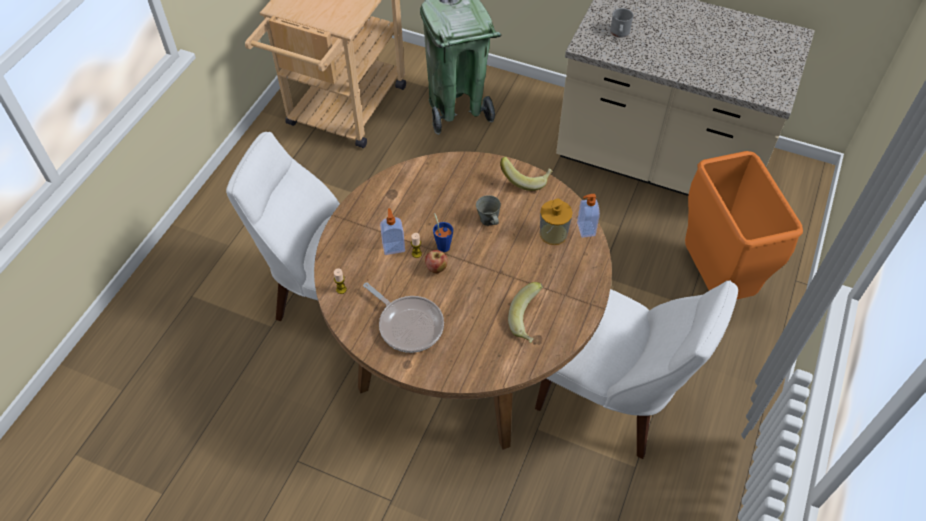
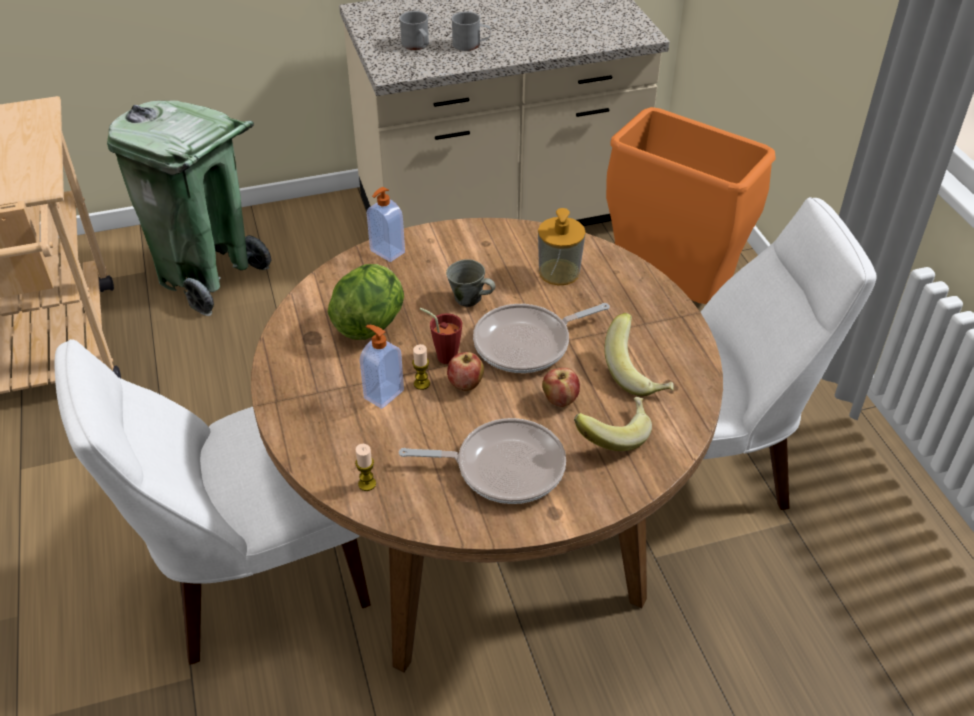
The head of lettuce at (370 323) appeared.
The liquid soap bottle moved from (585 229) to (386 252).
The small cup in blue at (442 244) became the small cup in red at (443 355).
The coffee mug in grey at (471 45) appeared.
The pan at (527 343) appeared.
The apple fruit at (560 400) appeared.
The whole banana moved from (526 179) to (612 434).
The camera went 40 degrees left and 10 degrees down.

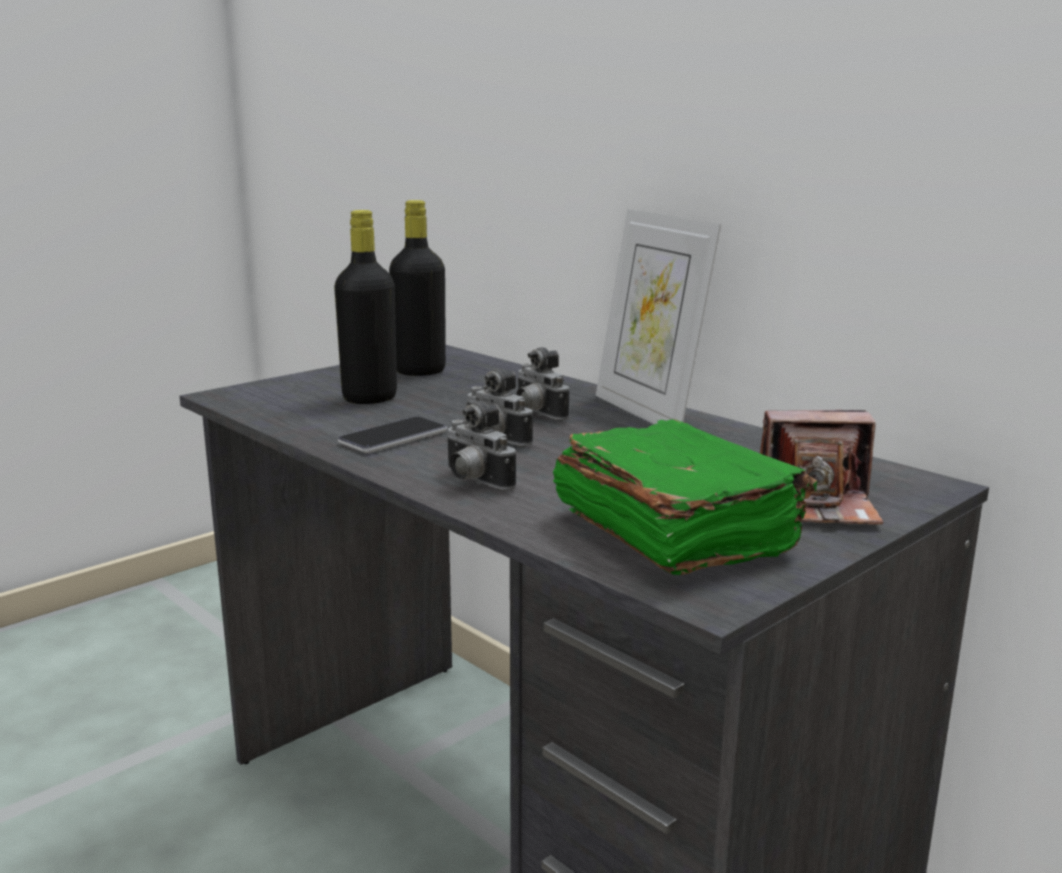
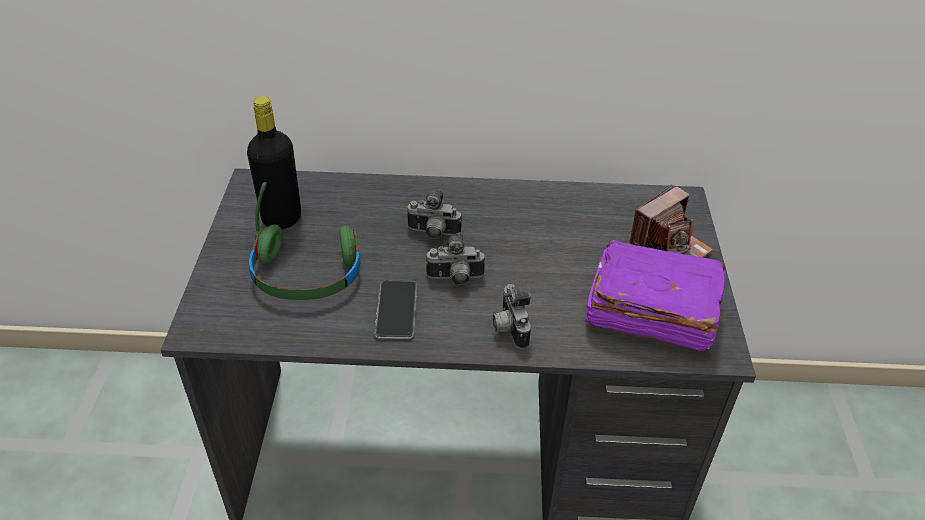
The drink bottle in blackish at (369 398) was replaced by the headset in green-coloured at (307 273).
The still camera at (473 482) turned 75 degrees clockwise.
The volume in green-coloured at (673 533) became the volume in purplish at (649 312).
The standing frame at (648 412) disappeared.
The camera went 45 degrees left and 25 degrees up.

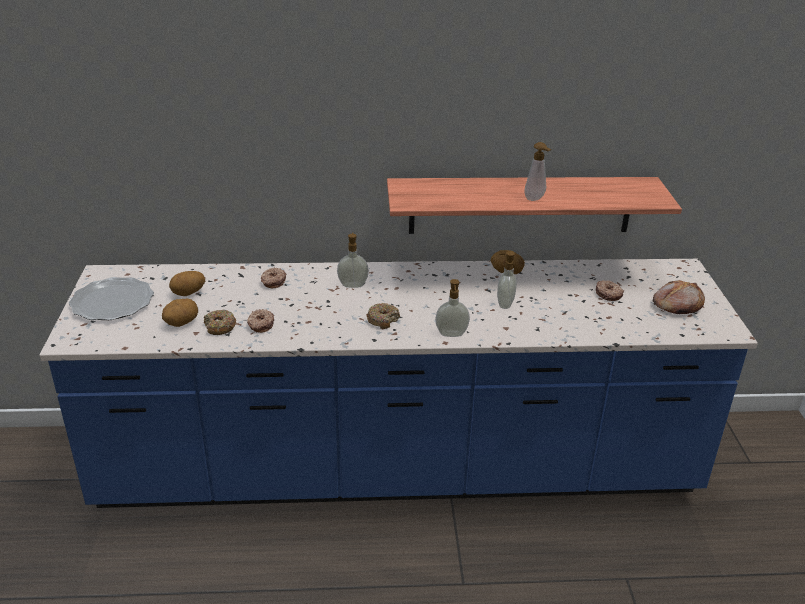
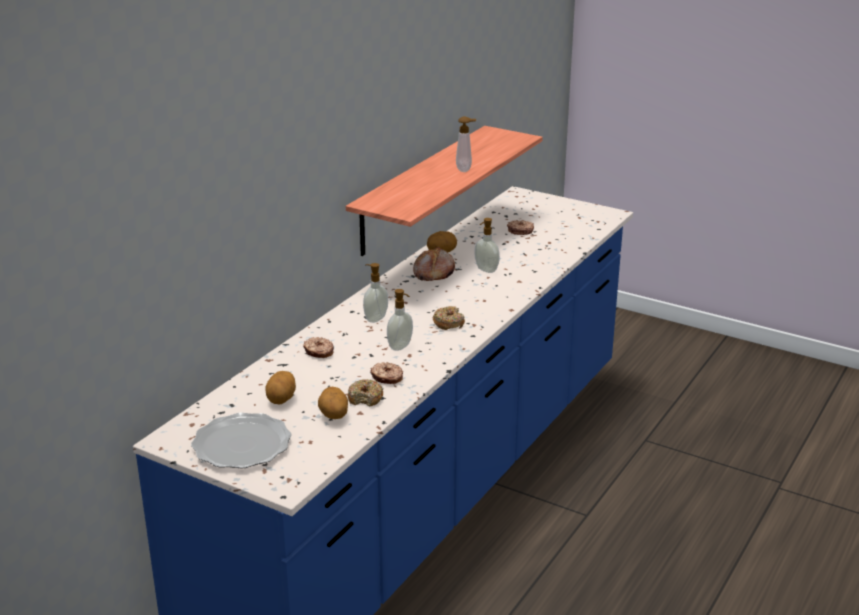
The liquid soap bottle moved from (451 334) to (401 346).
The baked bread moved from (676 305) to (433 273).
The camera went 55 degrees left and 5 degrees down.

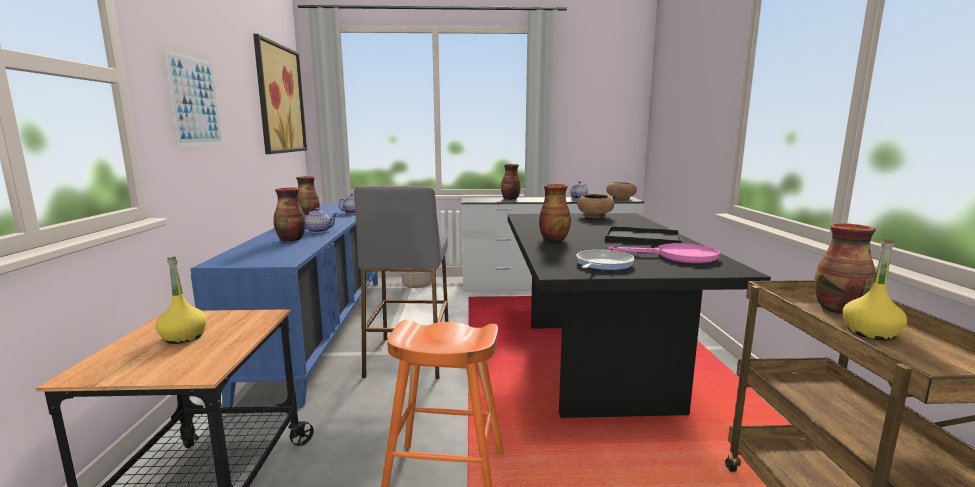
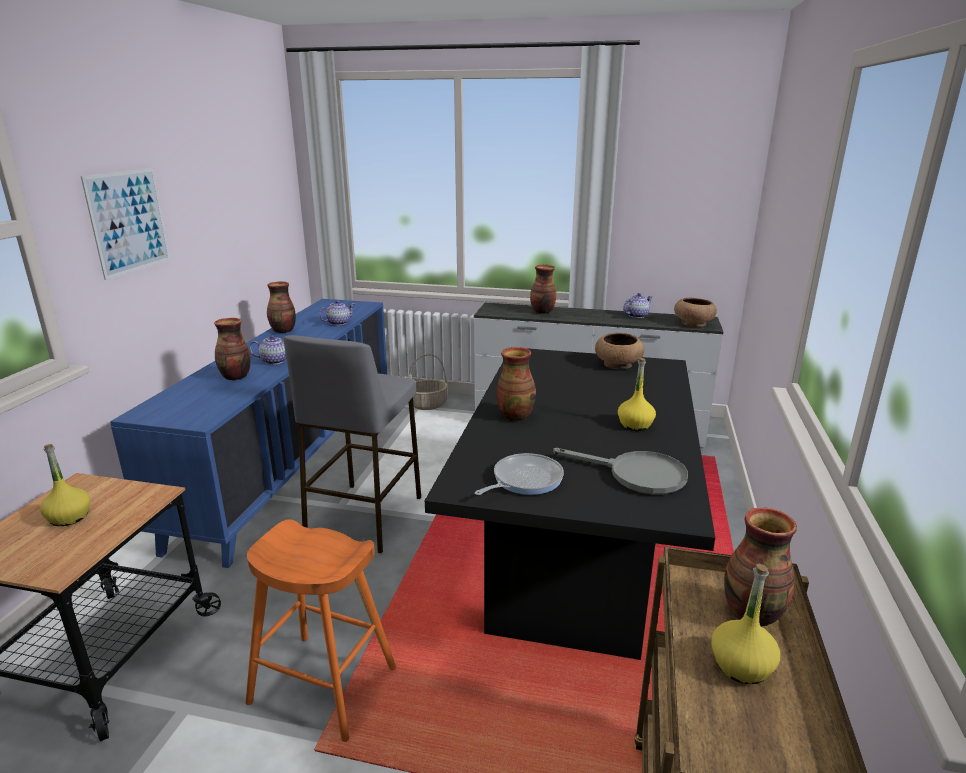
The pan in pinkish at (677 256) became the pan in grey at (636 475).
The tray in blackish at (644 238) was replaced by the drink bottle in yellowish at (635 425).
The picture at (280 99) disappeared.
The camera went 15 degrees right and 10 degrees up.

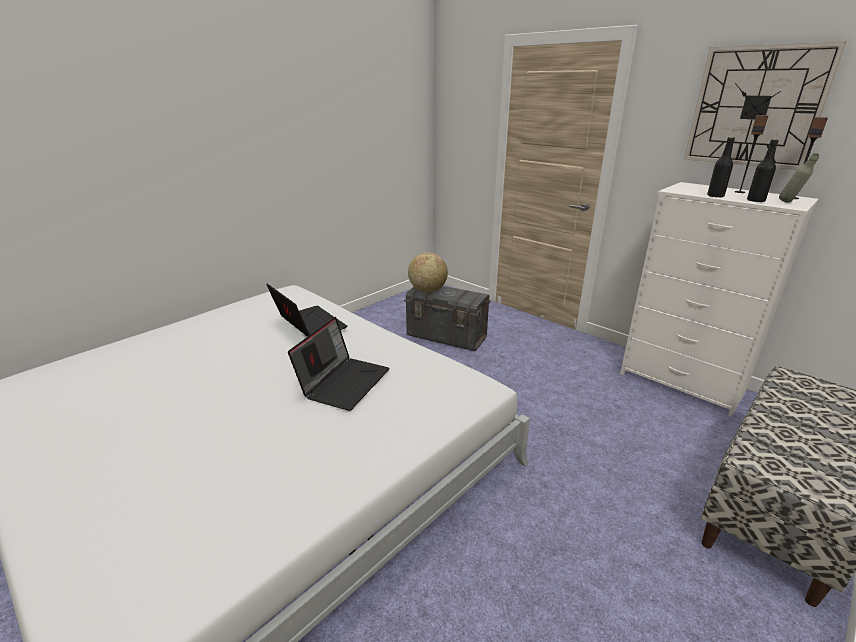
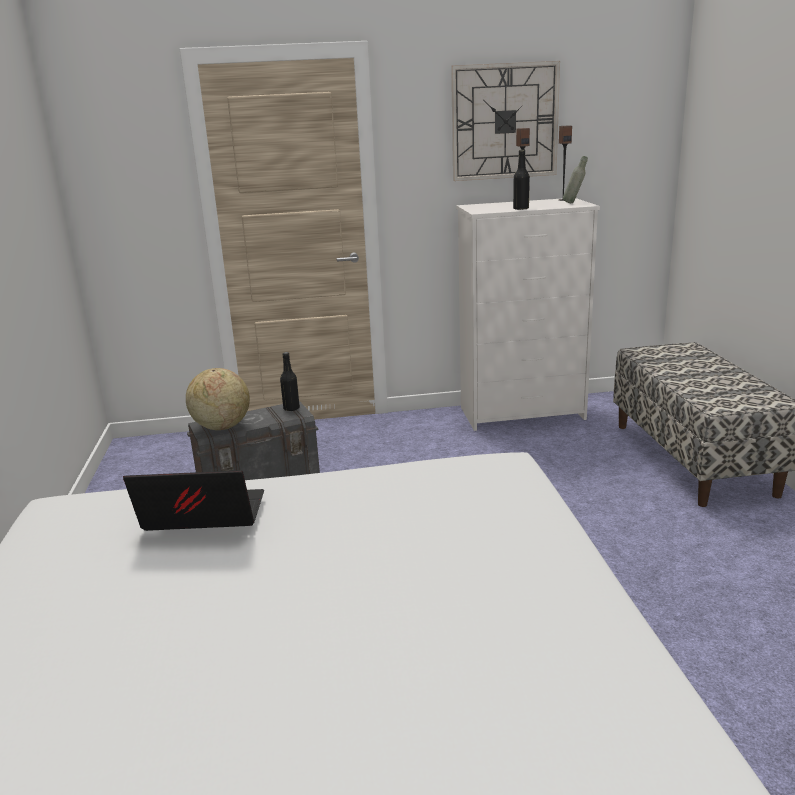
The drink bottle in blackish moved from (755 201) to (291 408).
The portable computer at (344 382) disappeared.
The camera went 50 degrees left and 5 degrees down.

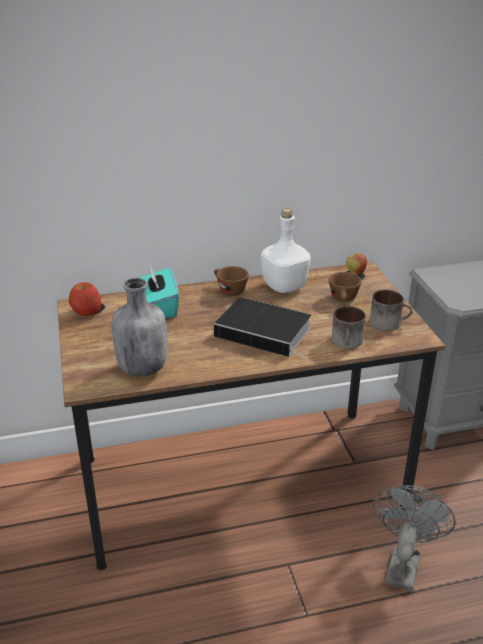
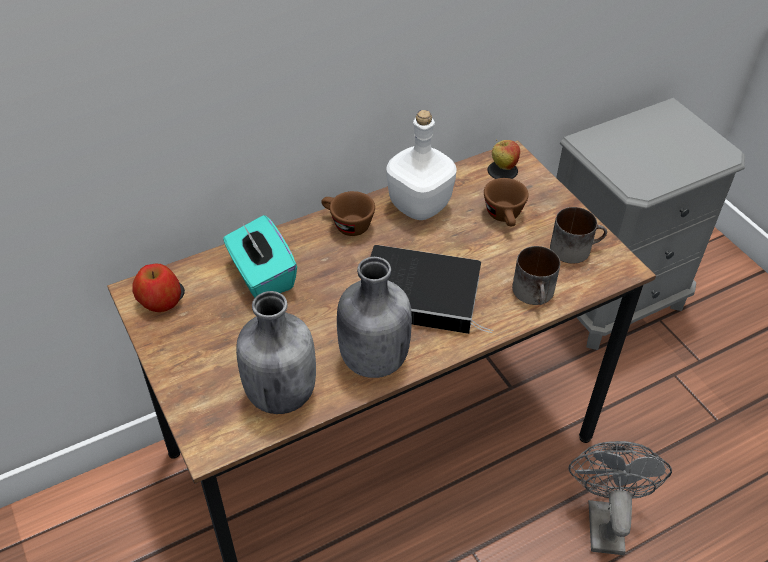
The drink bottle in grey at (372 360) appeared.
The camera went 15 degrees left and 15 degrees up.

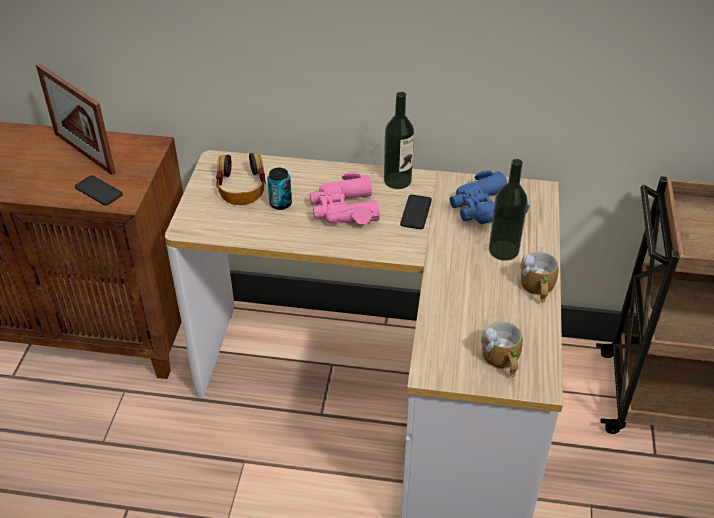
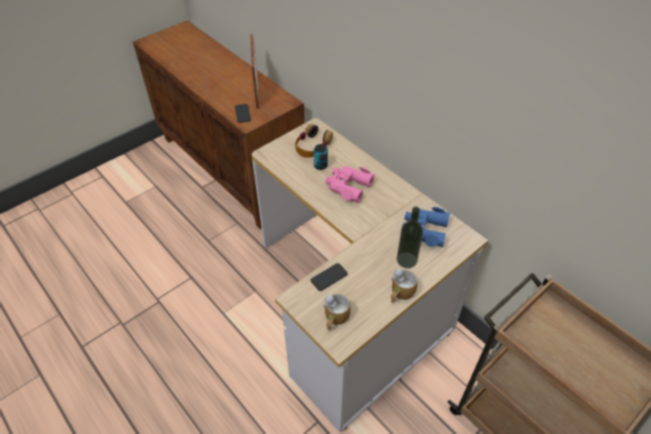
The handset moved from (416 212) to (329 277).
The drink bottle at (397 180) disappeared.
The camera went 40 degrees right and 5 degrees up.

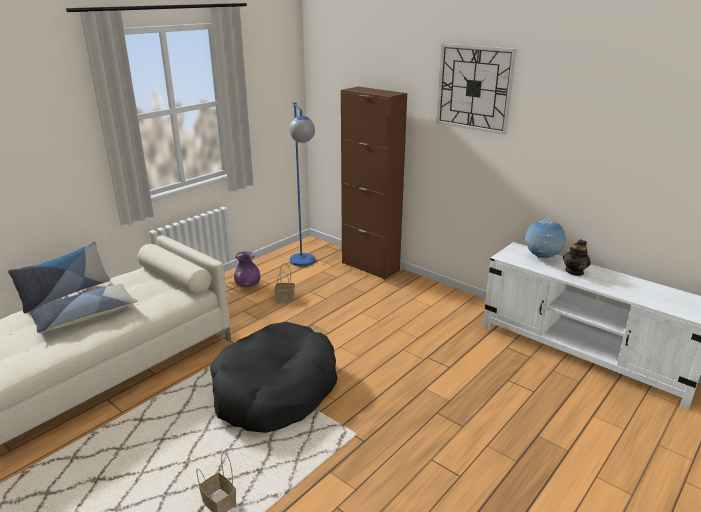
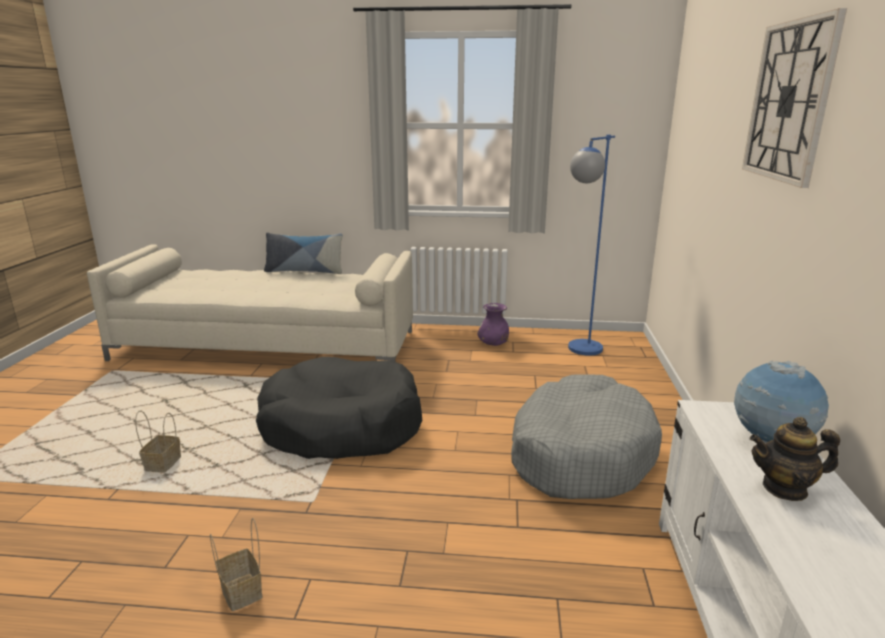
The basket moved from (286 298) to (243 592).
The dog cushion in grey at (580 453) appeared.
The pillow at (85 316) disappeared.
The cupboard in brown at (370 267) disappeared.
The camera went 55 degrees right and 5 degrees down.

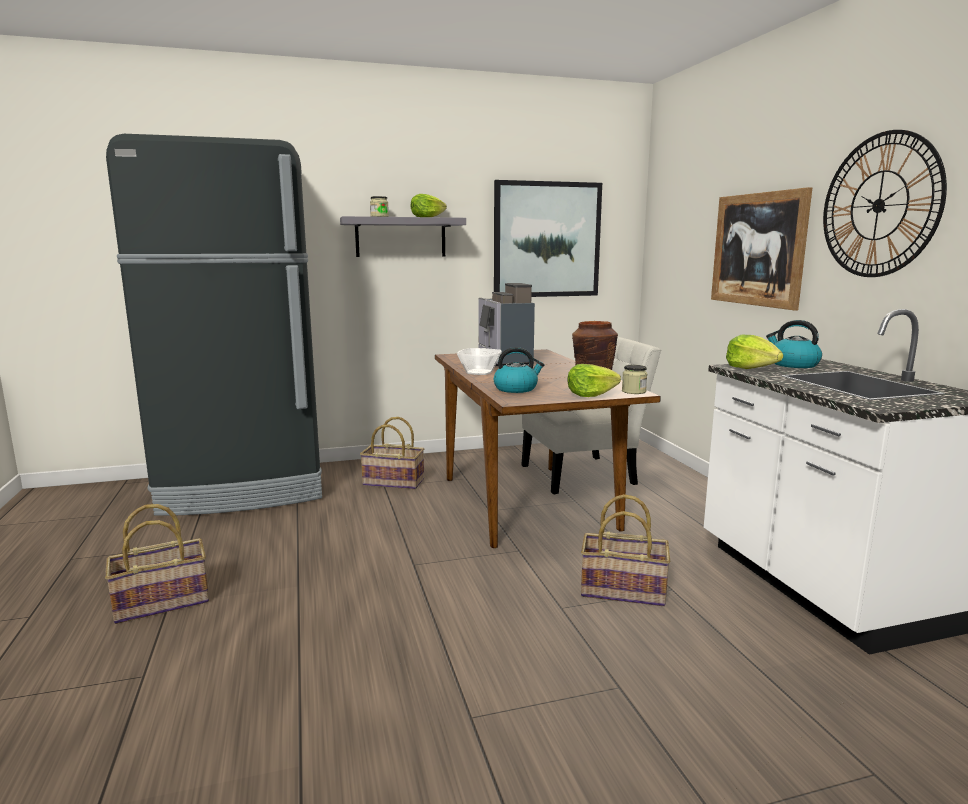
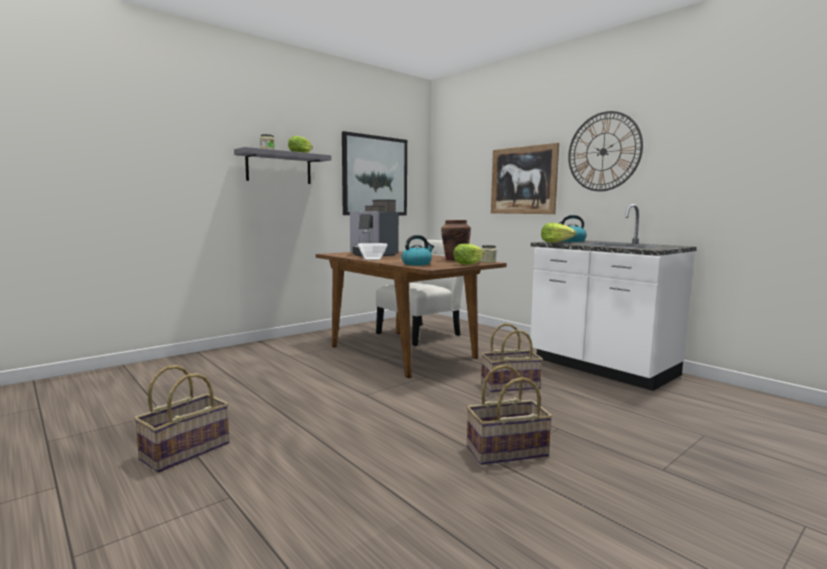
The basket moved from (393 482) to (507 452).
The kitchen fridge in blackish at (245 488) disappeared.
The camera went 25 degrees left and 5 degrees down.

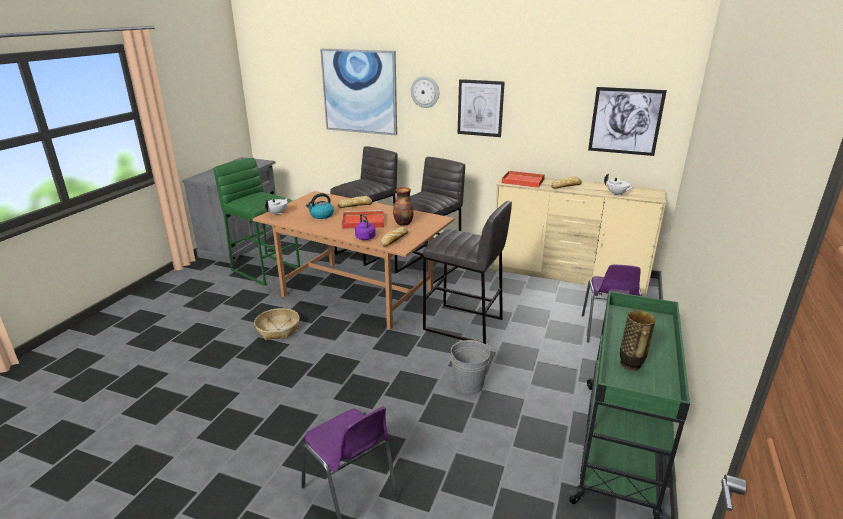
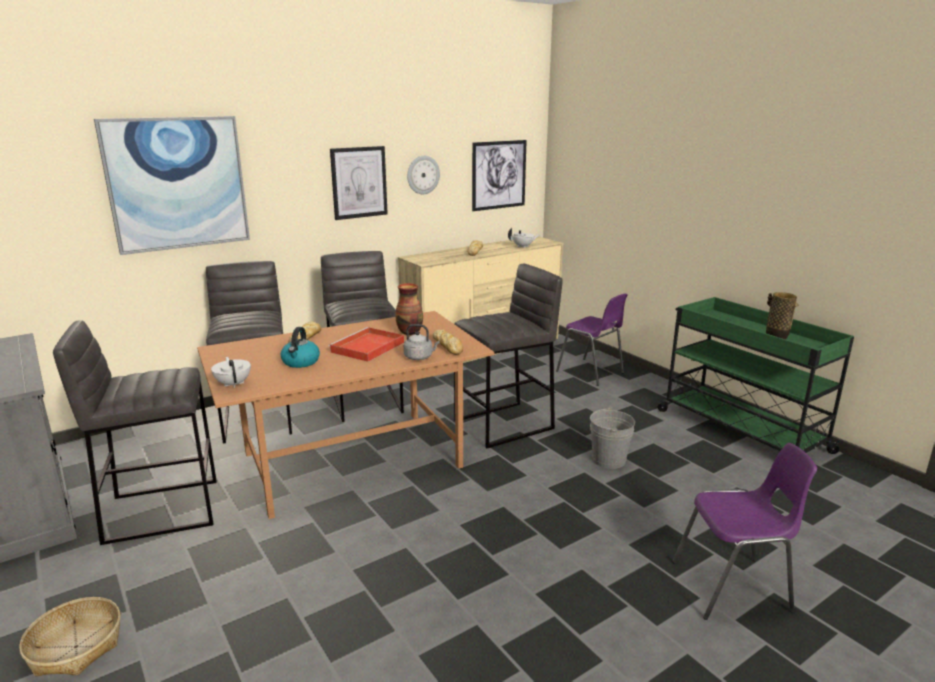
The basket moved from (278 329) to (76 647).
The sitting stool in green-coloured at (266 269) became the sitting stool in grey at (161 510).
The tea kettle in purplish at (366 238) became the tea kettle in grey at (420 357).
The wall clock moved from (425 92) to (423 175).
The tray in red at (522 181) disappeared.
The camera went 55 degrees left and 5 degrees down.

